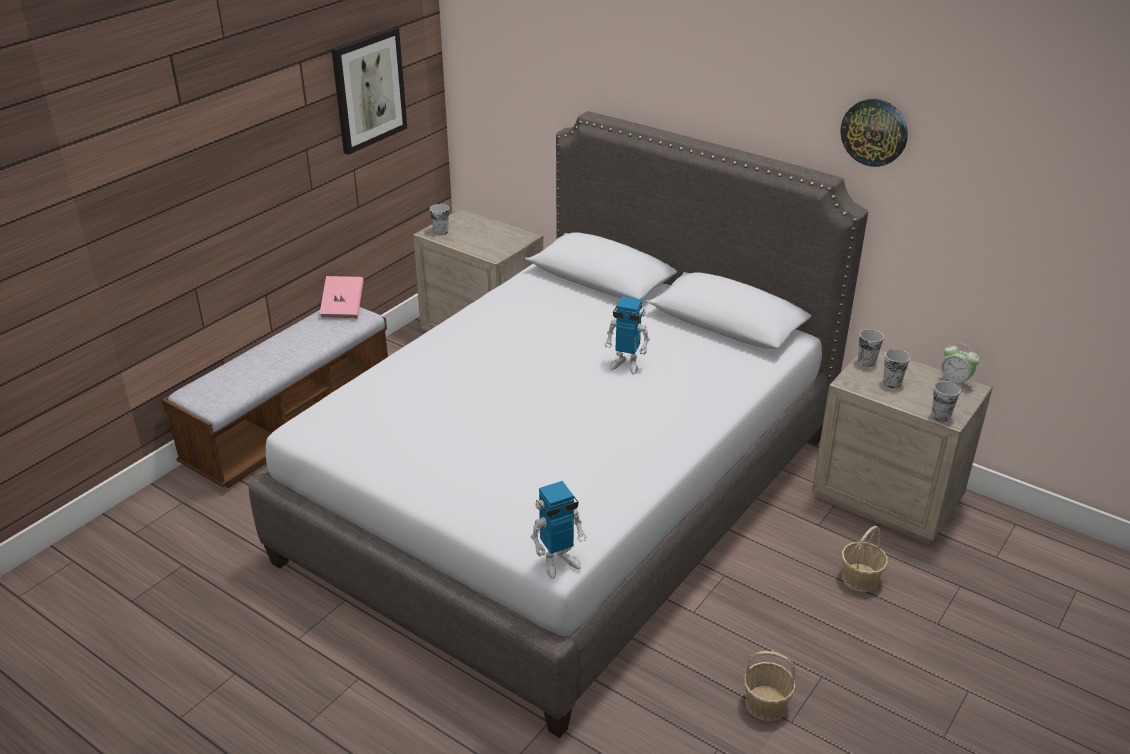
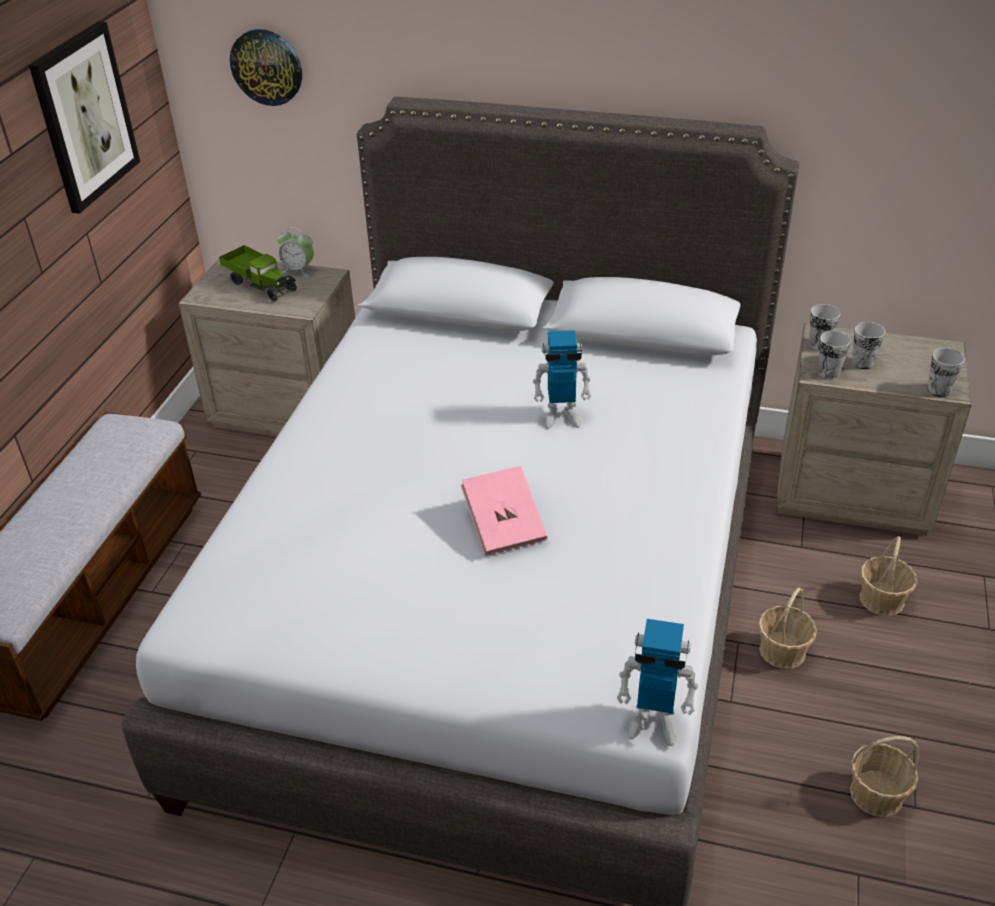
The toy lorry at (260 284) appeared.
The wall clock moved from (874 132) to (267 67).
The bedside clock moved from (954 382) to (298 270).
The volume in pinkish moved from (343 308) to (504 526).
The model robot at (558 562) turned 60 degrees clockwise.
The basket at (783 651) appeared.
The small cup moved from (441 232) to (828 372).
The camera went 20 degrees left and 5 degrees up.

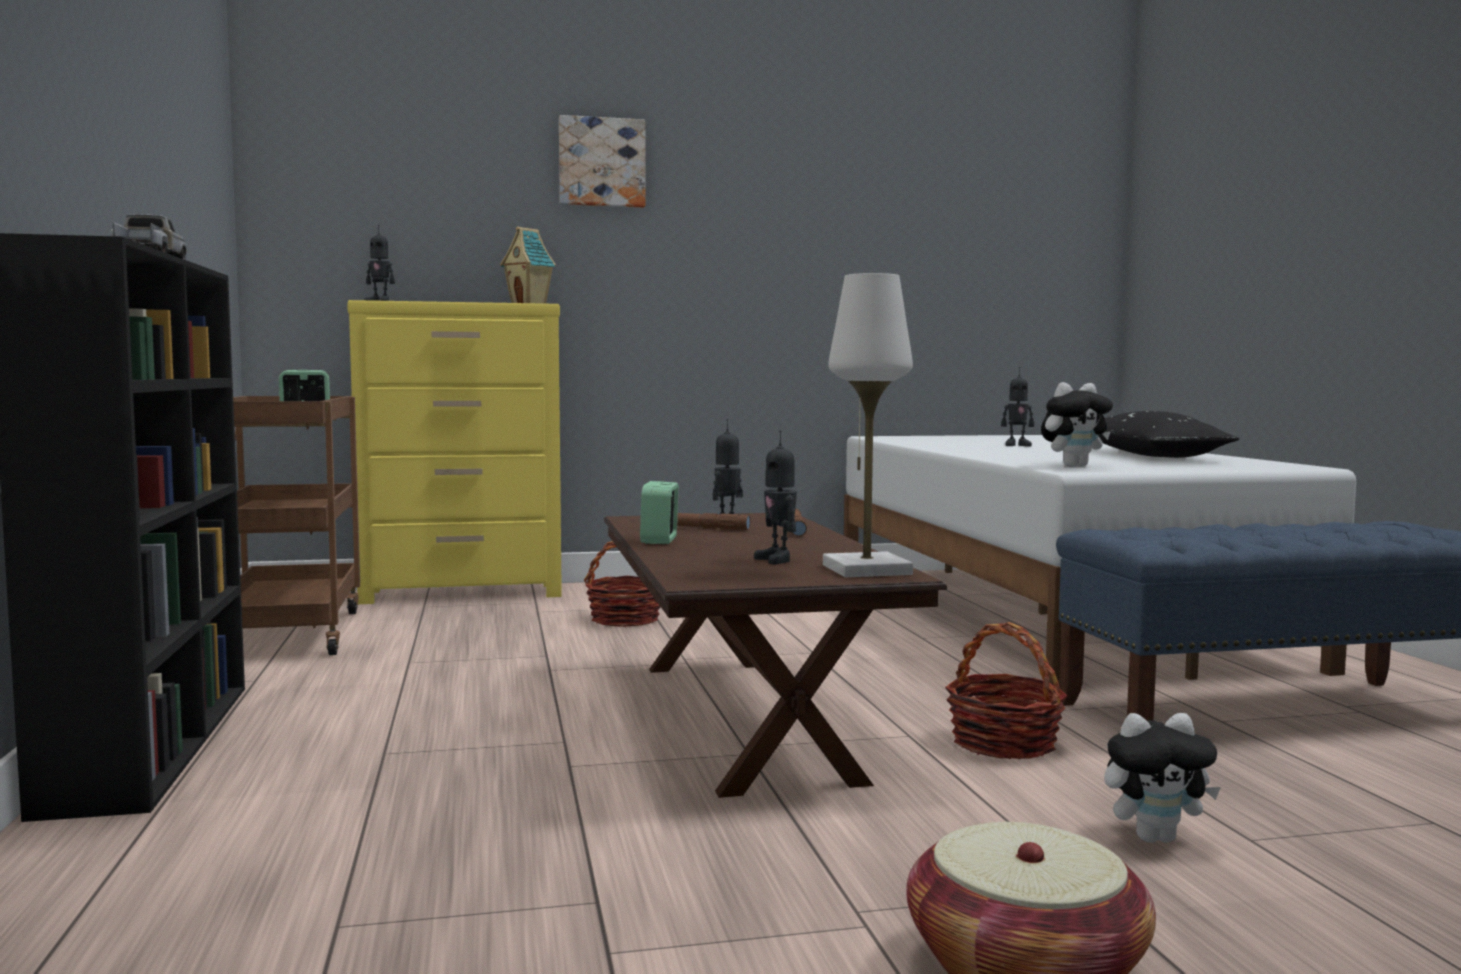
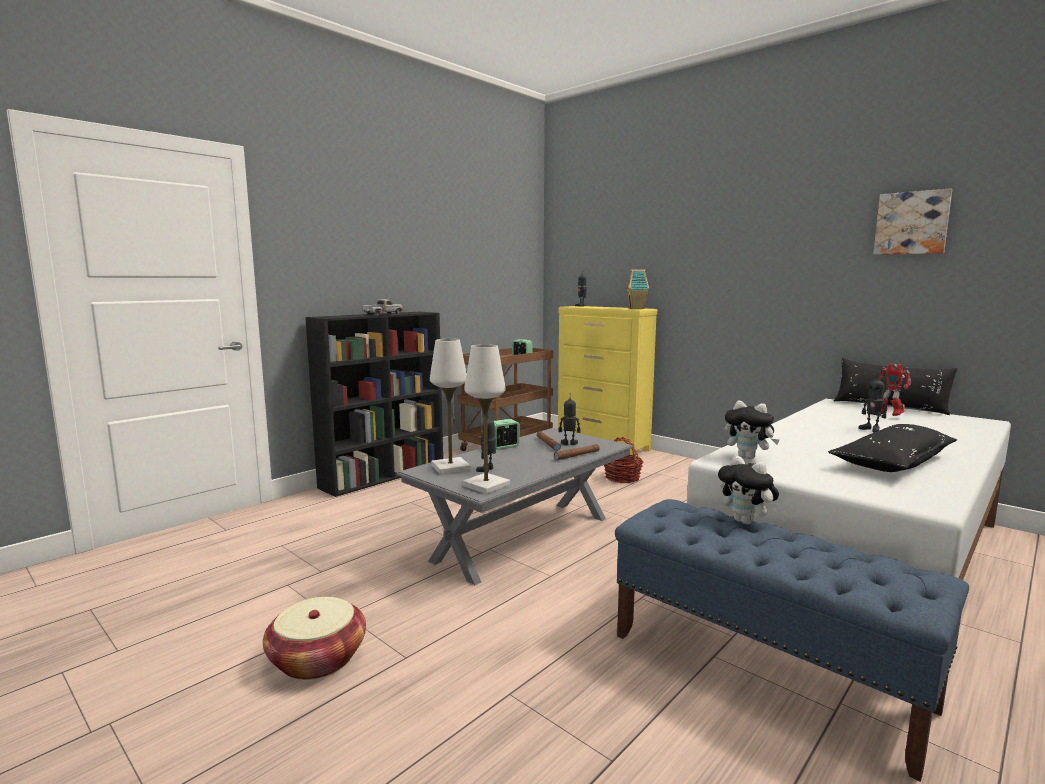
The lounge table in brown at (744 718) became the lounge table in grey at (524 538).
The lamp for a table in whitish at (450 467) appeared.
The cuddly toy moved from (1155 838) to (746 522).
The pillow in blackish at (889 407) appeared.
The picture moved from (601 163) to (912 223).
The model robot at (887 416) appeared.
The basket at (1004 743) disappeared.
The camera went 55 degrees right and 5 degrees up.

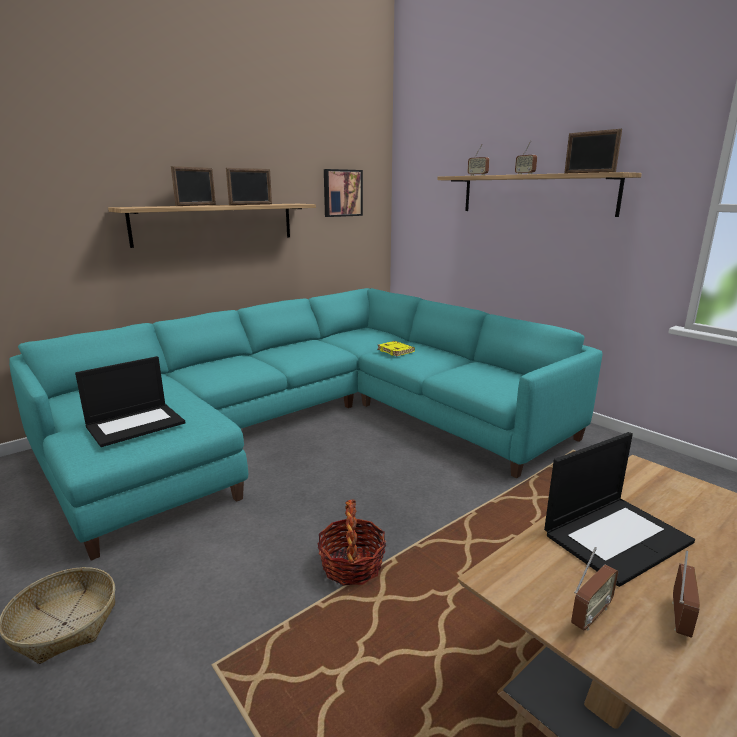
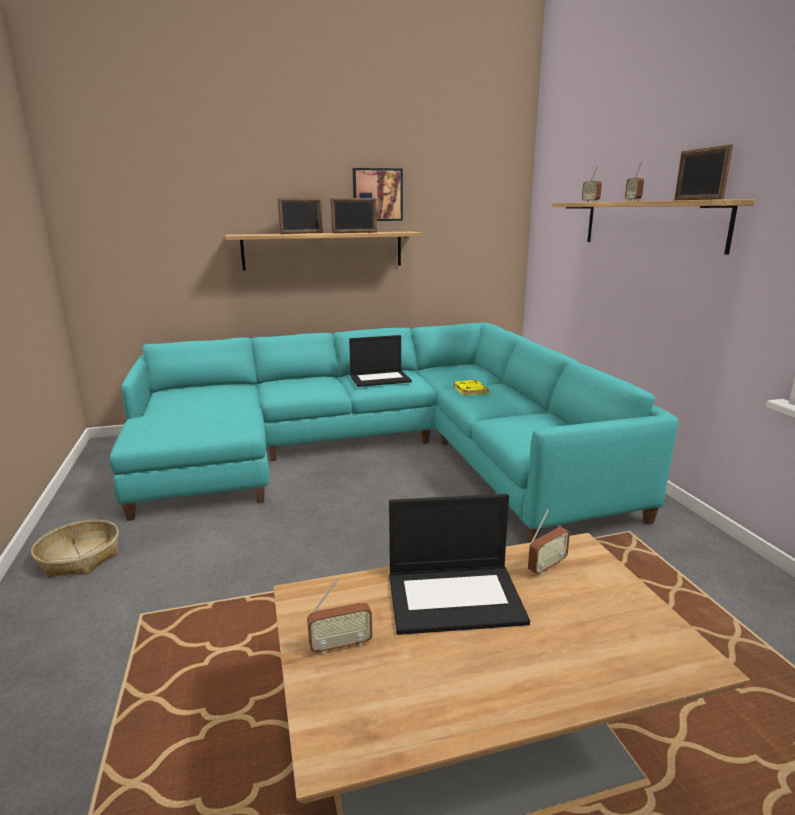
The portable computer moved from (136 424) to (380 378).
The picture moved from (342 193) to (377 195).
The radio receiver moved from (679 618) to (547 566).
The basket at (352 565) disappeared.
The camera went 25 degrees right and 0 degrees up.

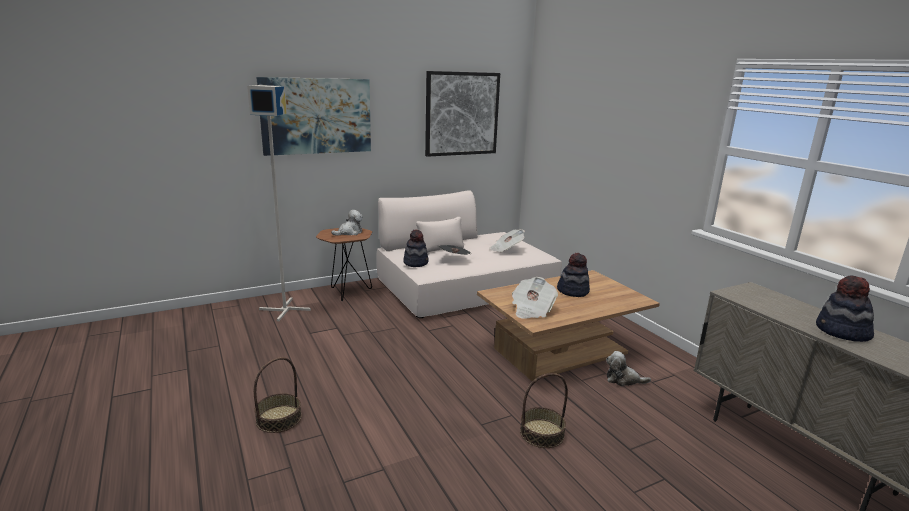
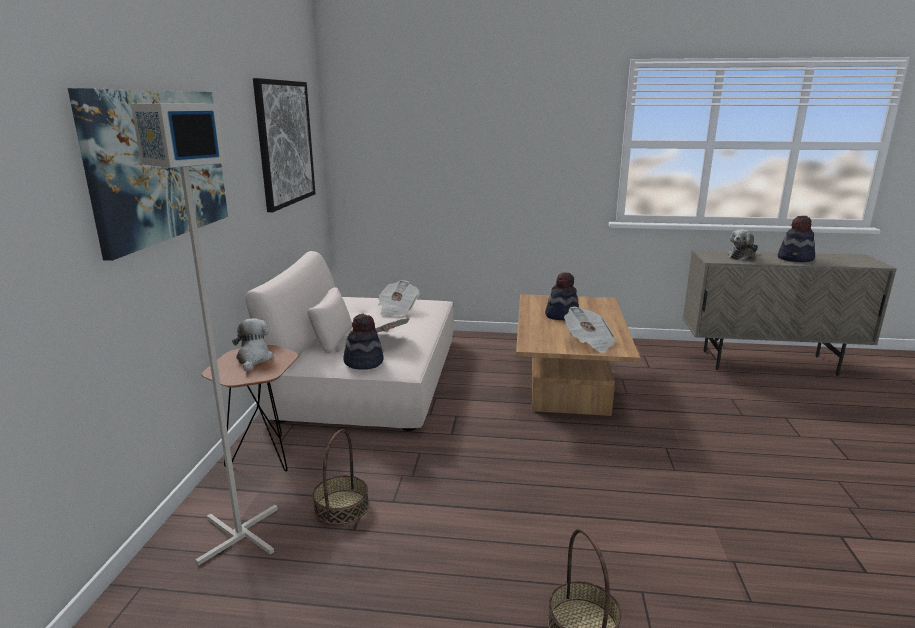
The basket moved from (542 433) to (341 507).
The cuddly toy moved from (623 379) to (742 257).
The camera went 55 degrees left and 0 degrees up.

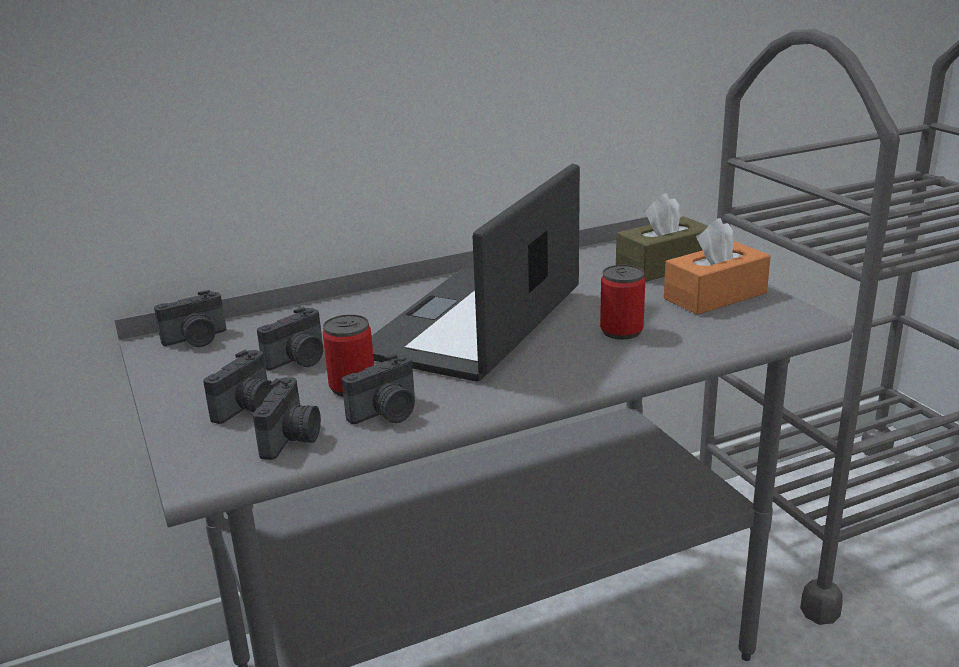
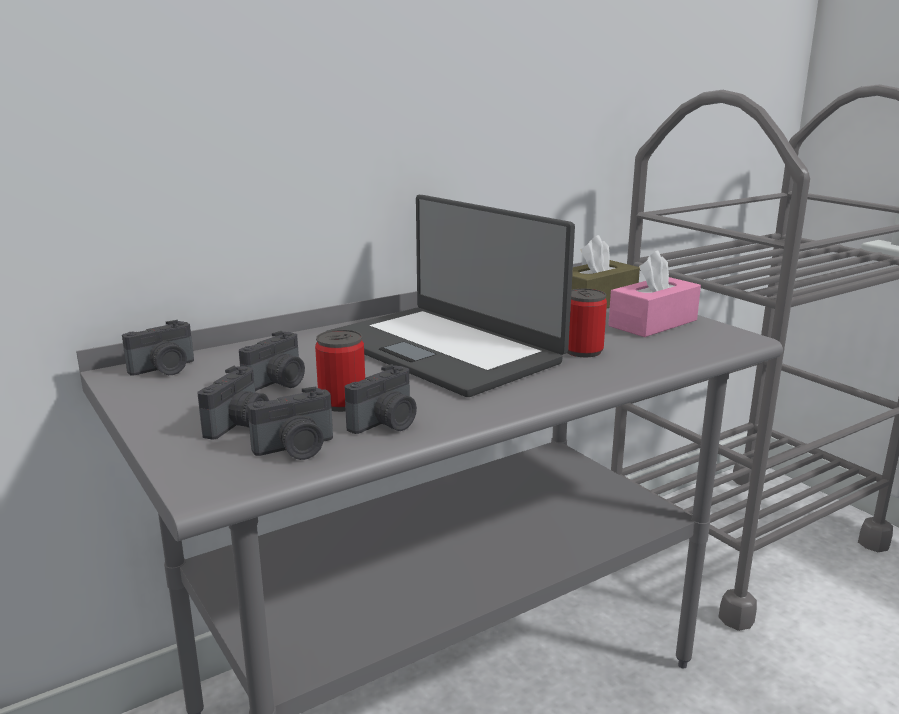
The still camera at (292 439) turned 60 degrees clockwise.
The portable computer at (477 324) turned 60 degrees counterclockwise.
The tissue holder in orange-coloured at (715 296) became the tissue holder in pinkish at (653 323).
The camera went 10 degrees left and 5 degrees down.

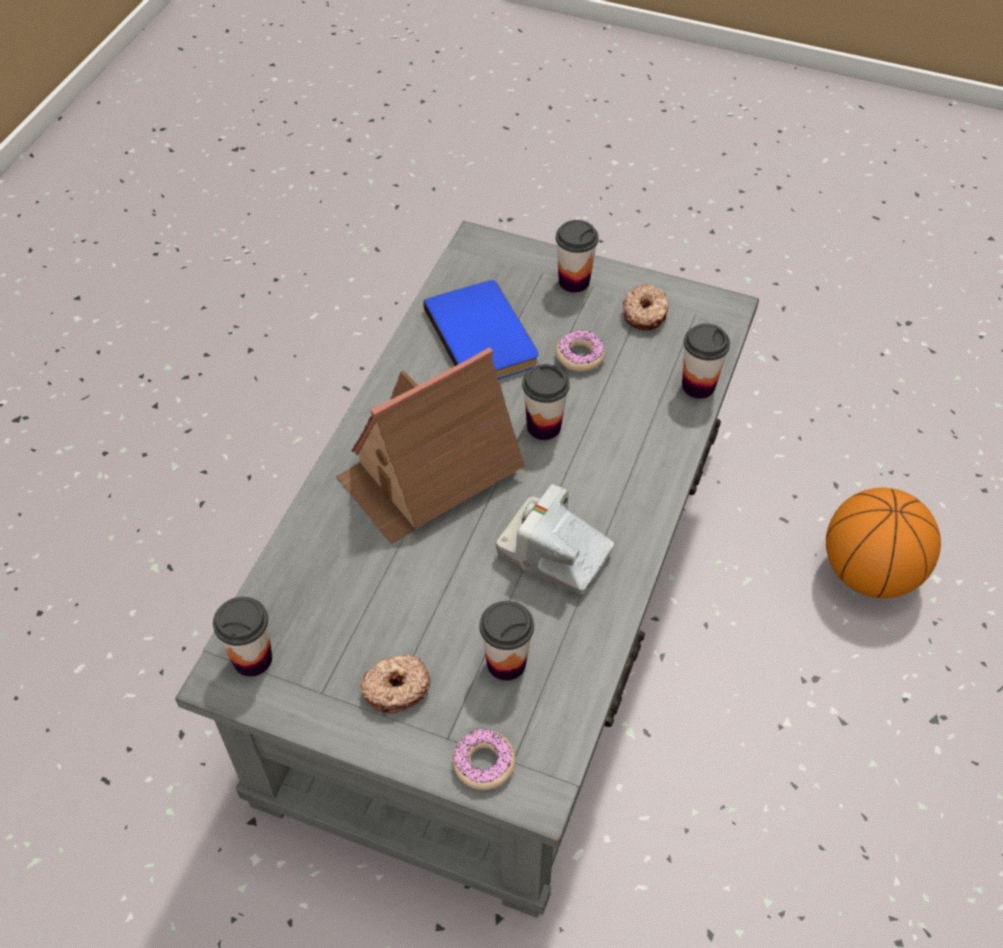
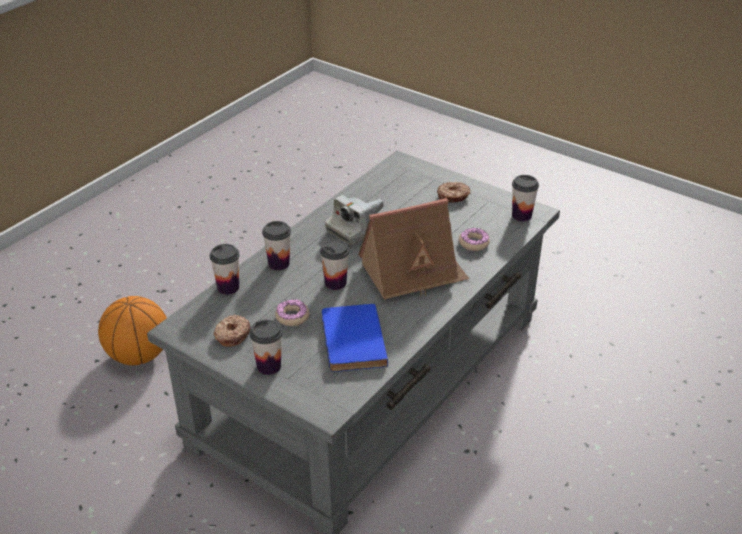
The small cup moved from (506 663) to (279 264).
The still camera at (554 553) turned 90 degrees clockwise.
The doughnut moved from (483 763) to (473 243).
The camera went 165 degrees left and 15 degrees down.

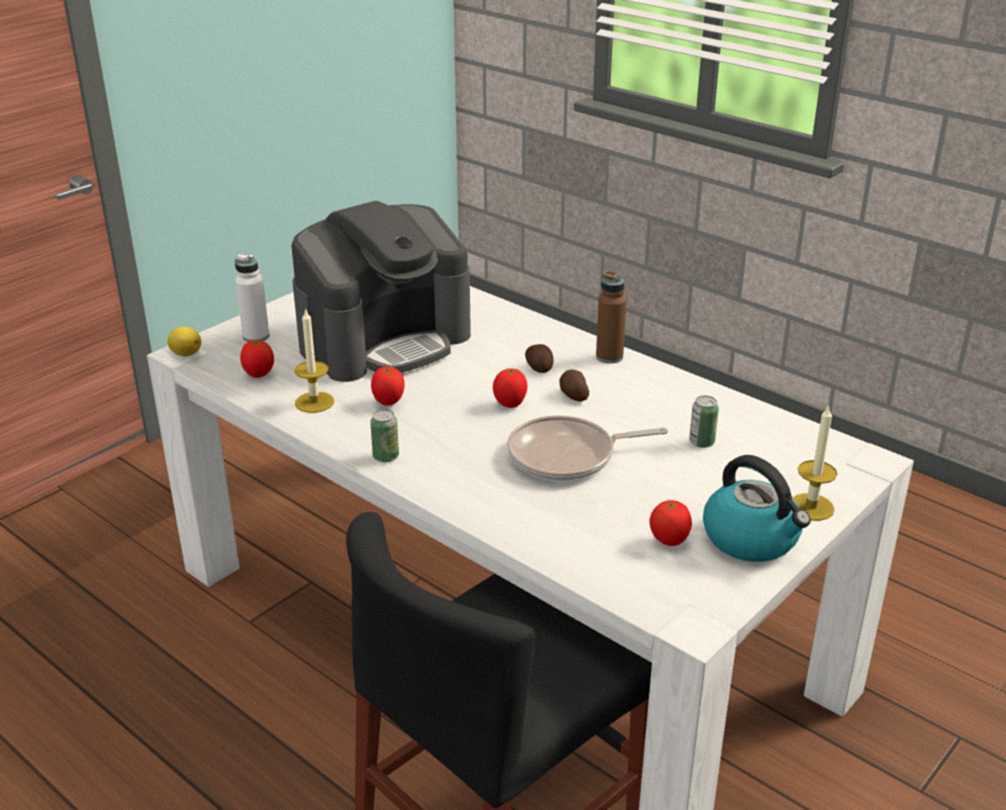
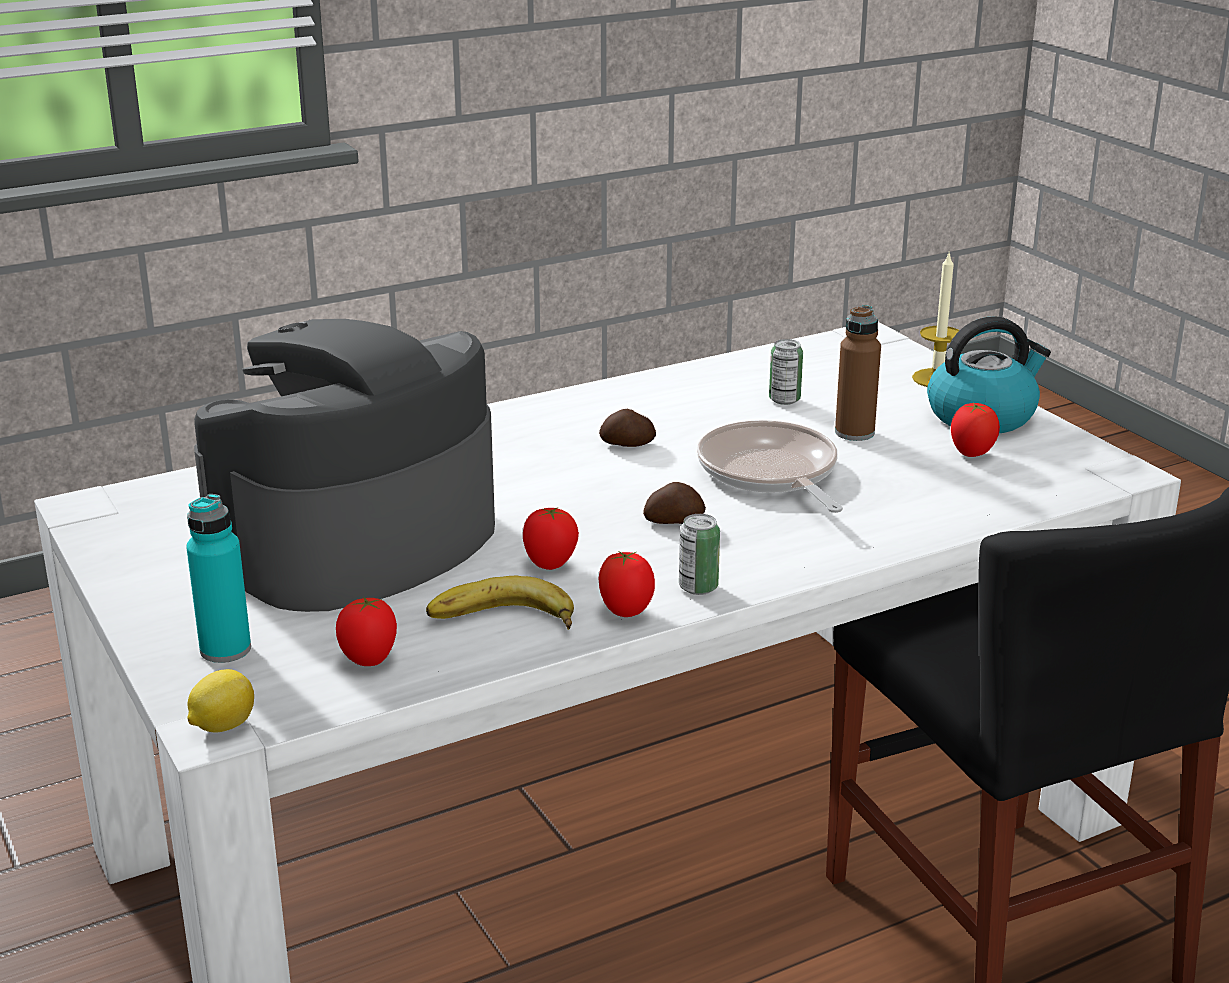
The drink bottle in whitish at (256 336) became the drink bottle in blue-green at (225 649).
The coffee brewer at (385 340) turned 120 degrees counterclockwise.
The wax candle at (314 402) was replaced by the whole banana at (502 622).
The fresh tomato moved from (510 404) to (626 612).
The spud moved from (539 367) to (673 520).
The pan at (568 456) turned 150 degrees clockwise.
The drink bottle in brown moved from (609 357) to (854 433).
The camera went 70 degrees left and 5 degrees down.

